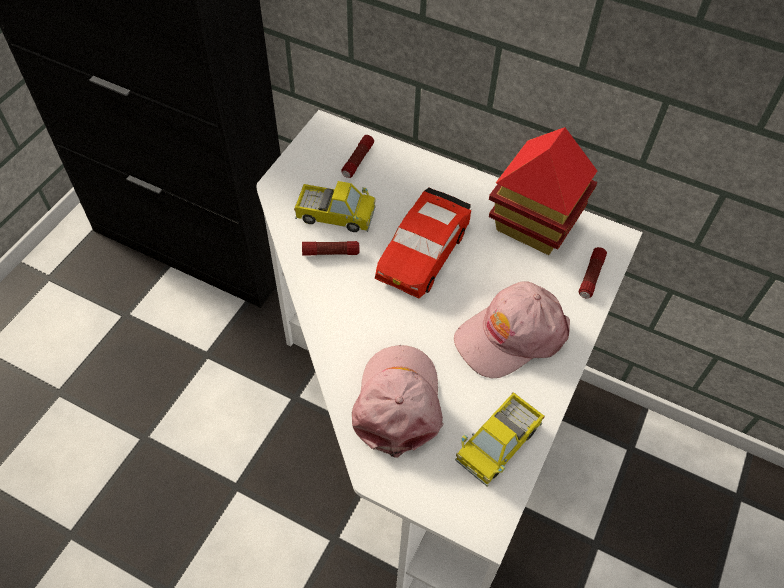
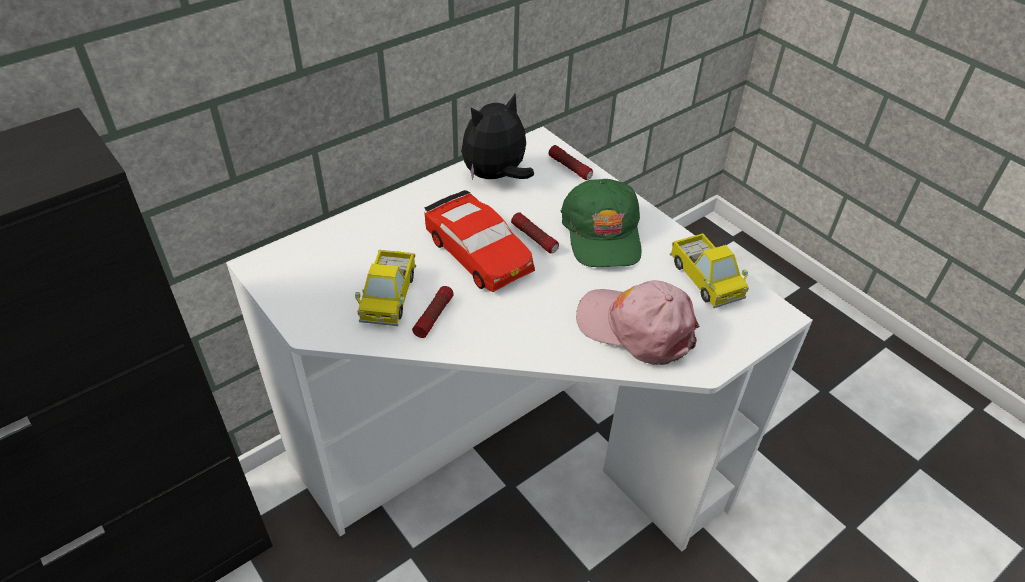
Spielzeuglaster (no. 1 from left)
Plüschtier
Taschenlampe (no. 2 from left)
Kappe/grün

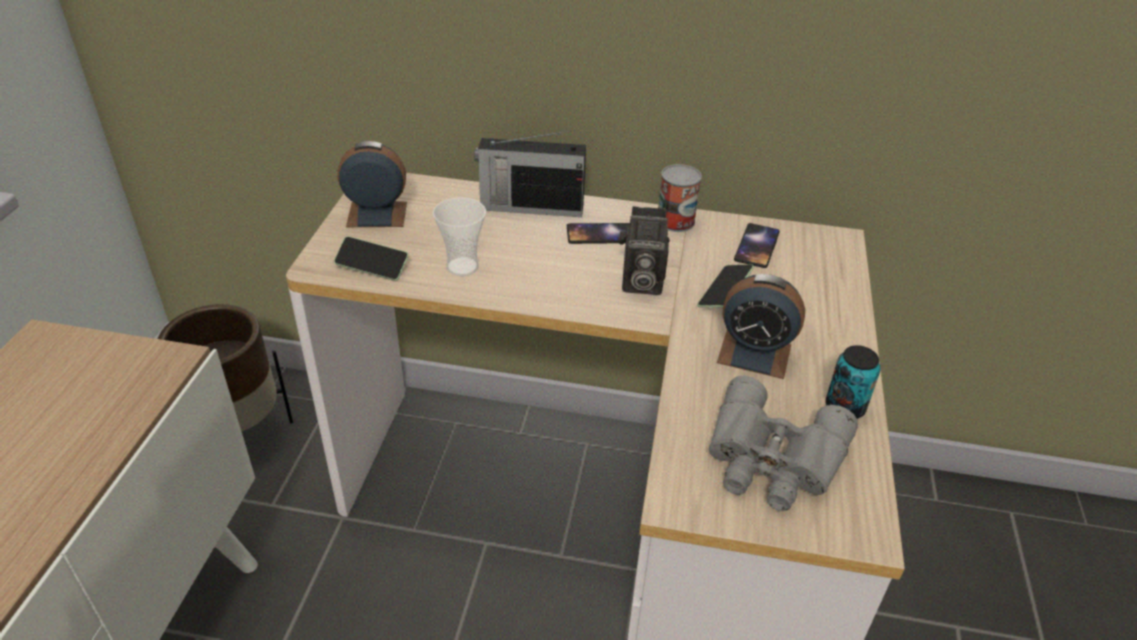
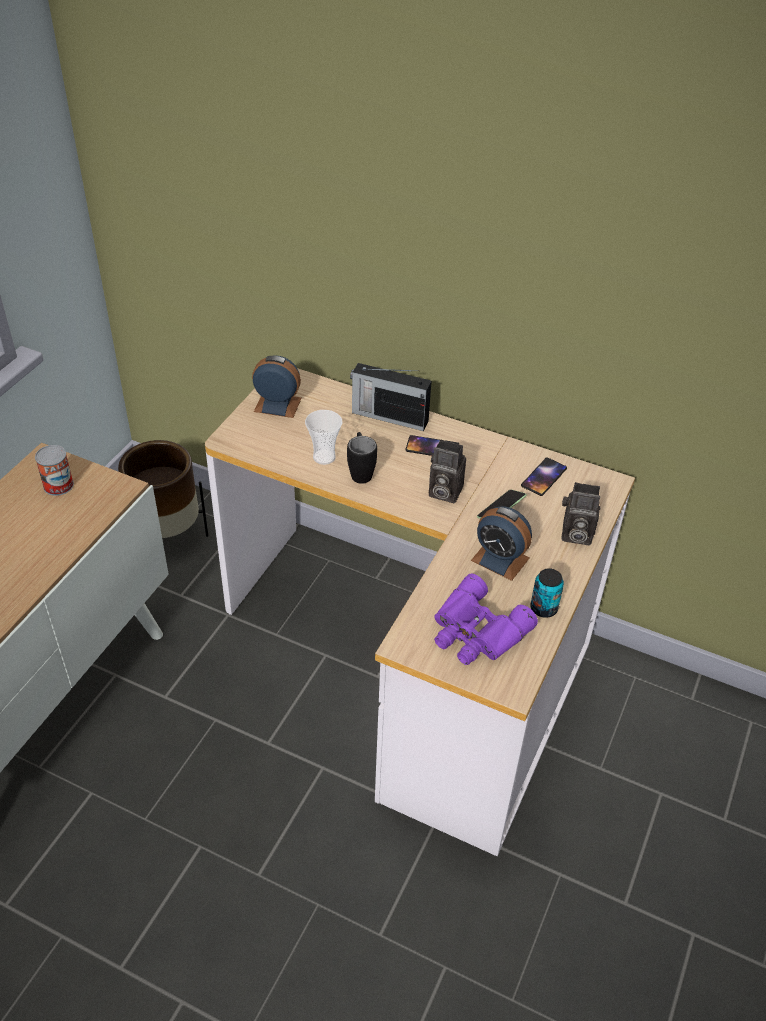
Dose (no. 1 from left)
Henkelbecher/schwarz
Fernglas/lila
Kamera (no. 2 from left)
Handy (no. 1 from left in the first image)

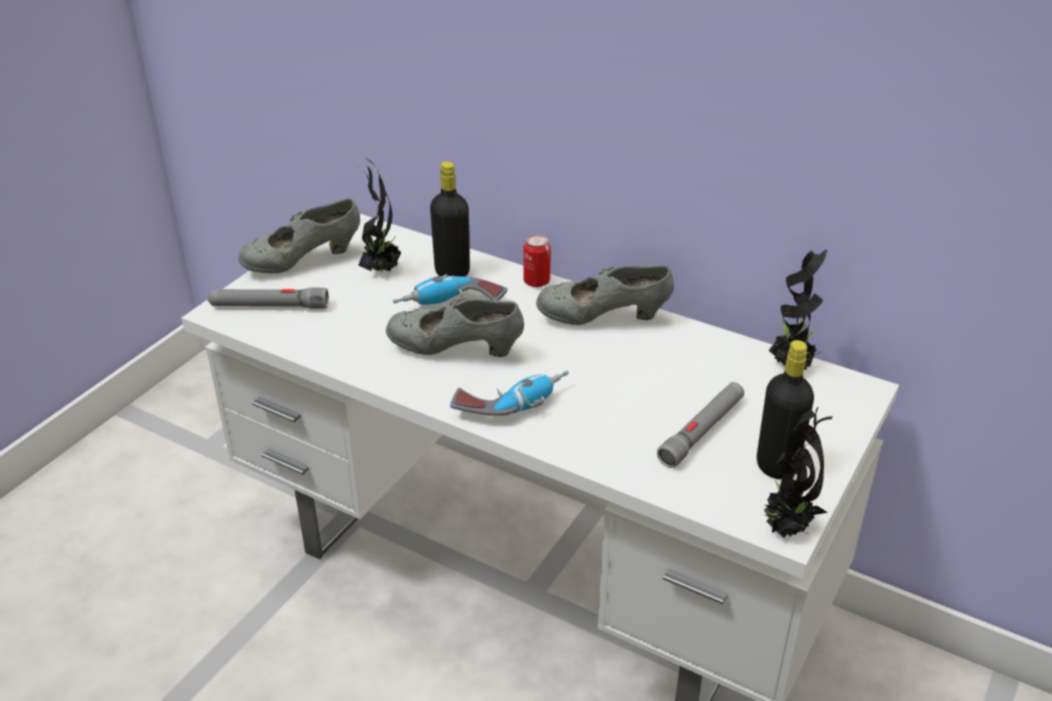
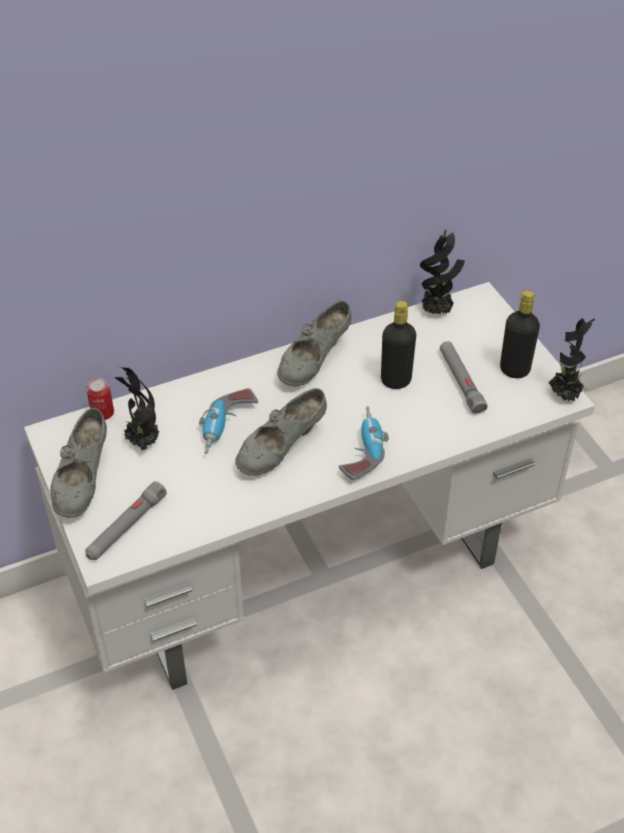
Dose
Flasche/schwarz (no. 1 from left)

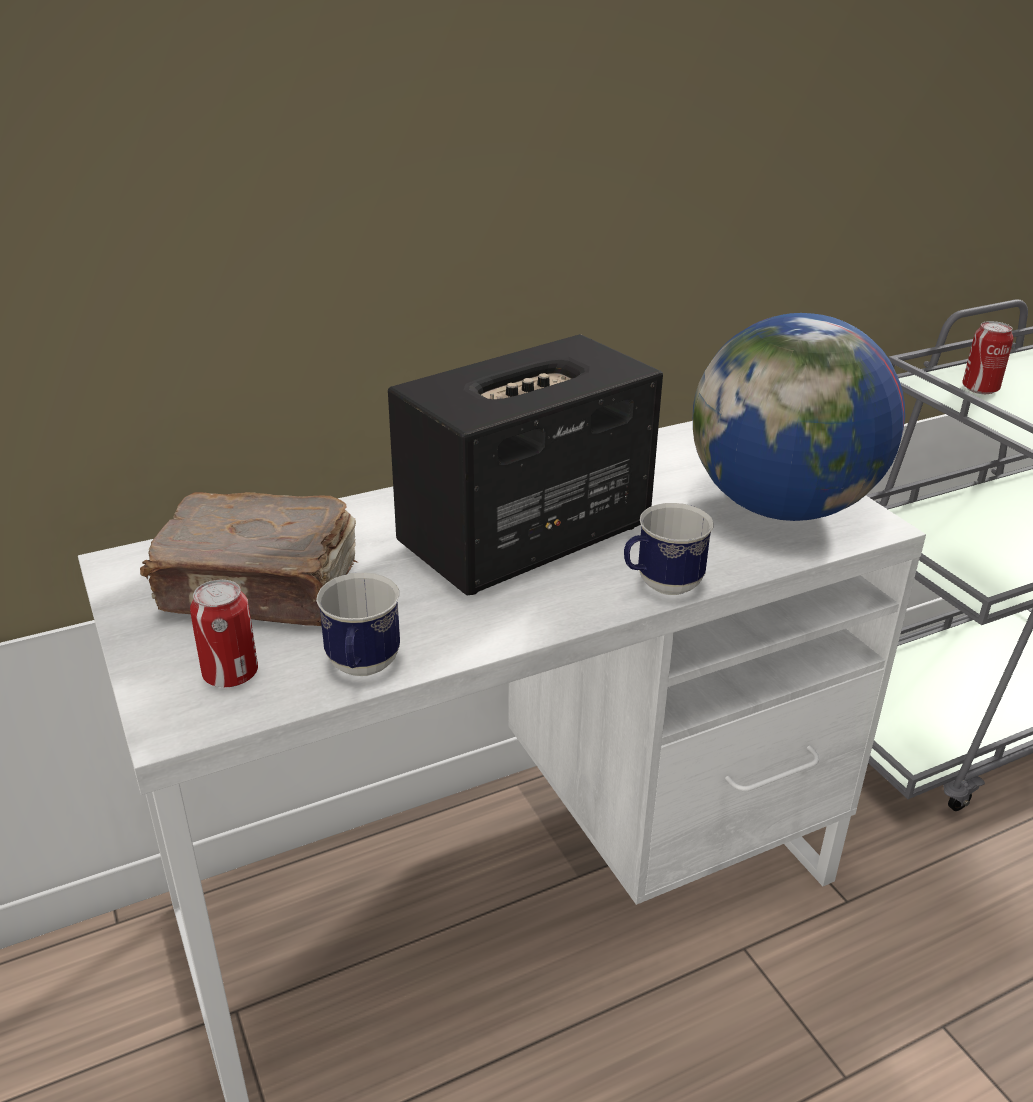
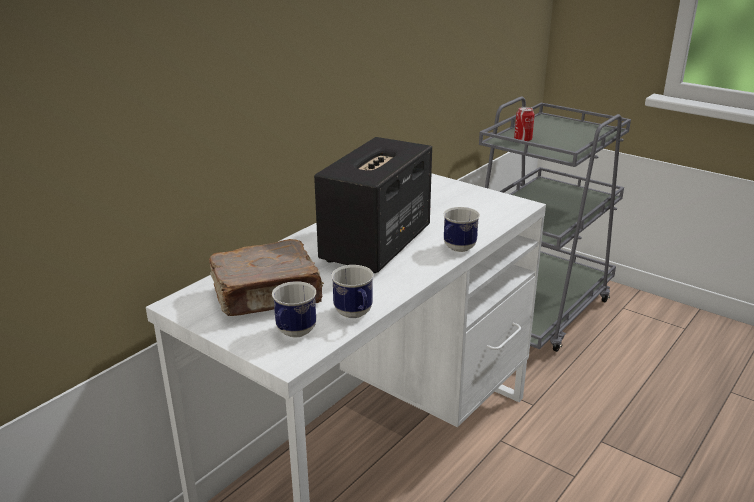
Henkelbecher (no. 1 from left)
Globus

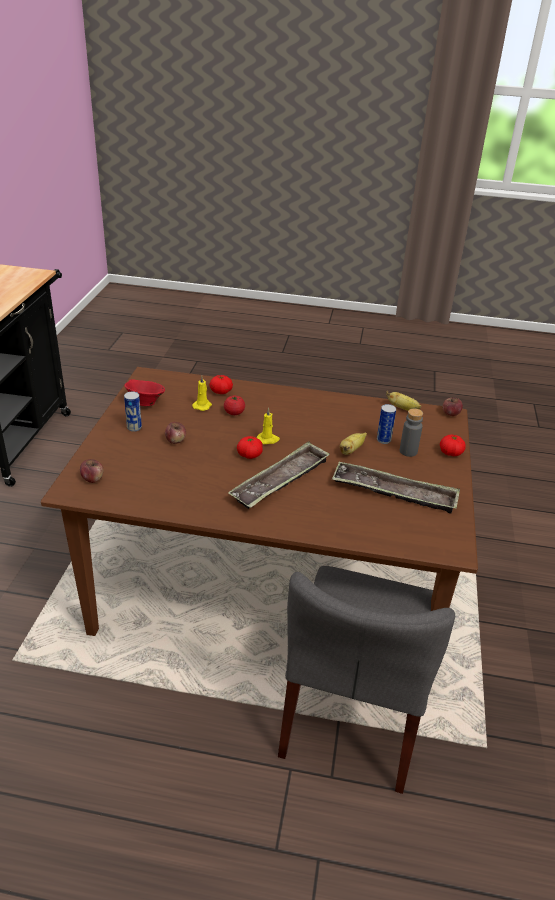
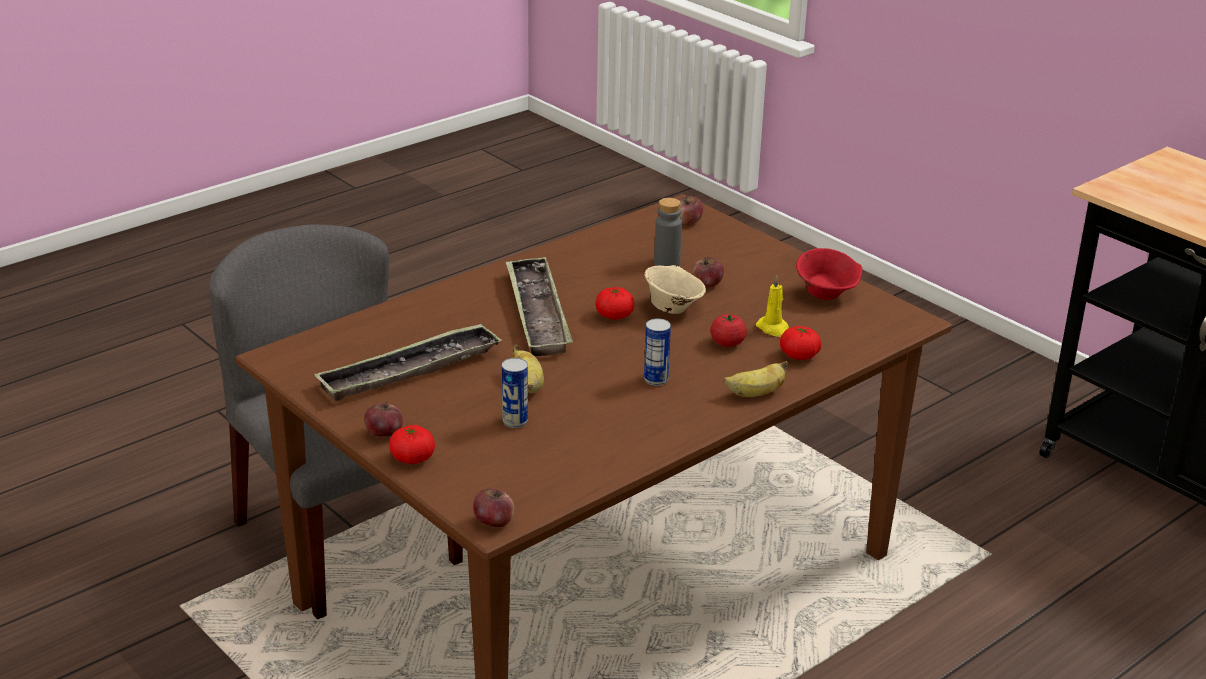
Apfel (no. 1 from left)
Dose (no. 2 from left)
Schüssel/beige
Flasche/grau
Banane (no. 2 from left)
Kerze/gelb (no. 2 from left in the first image)

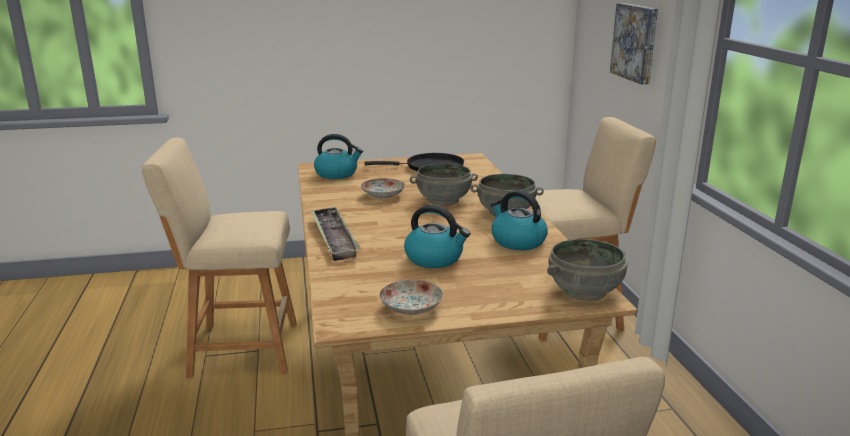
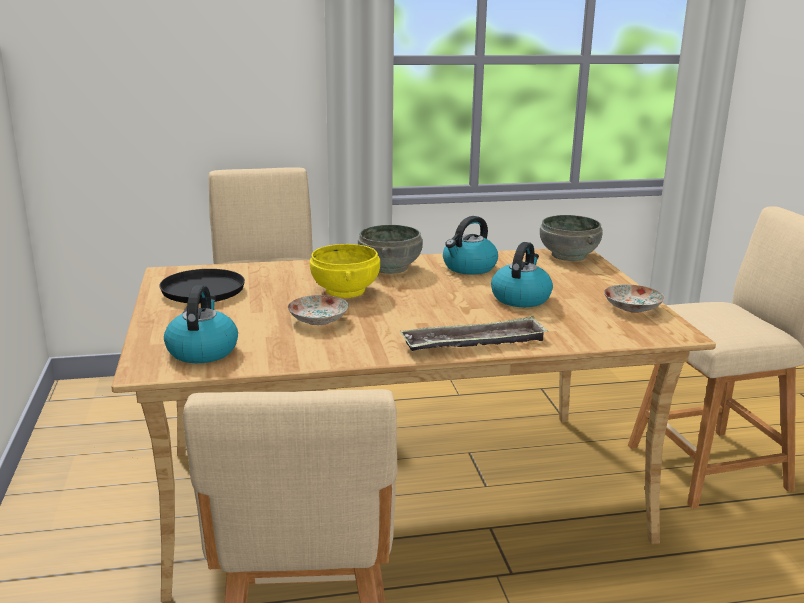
Schüssel/gelb
Bild

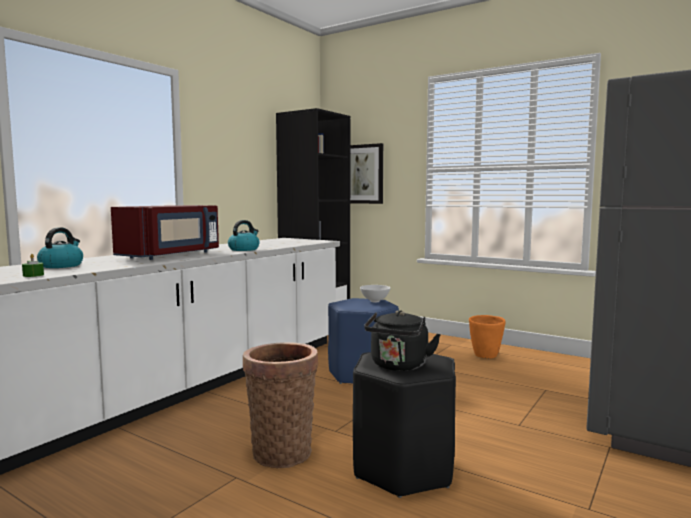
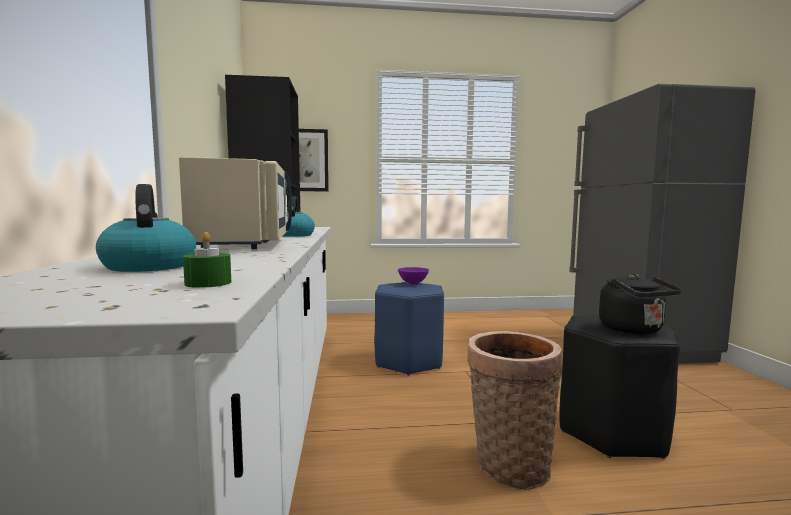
Mikrowelle/beige
Schüssel/lila
Pflanzkübel/orange

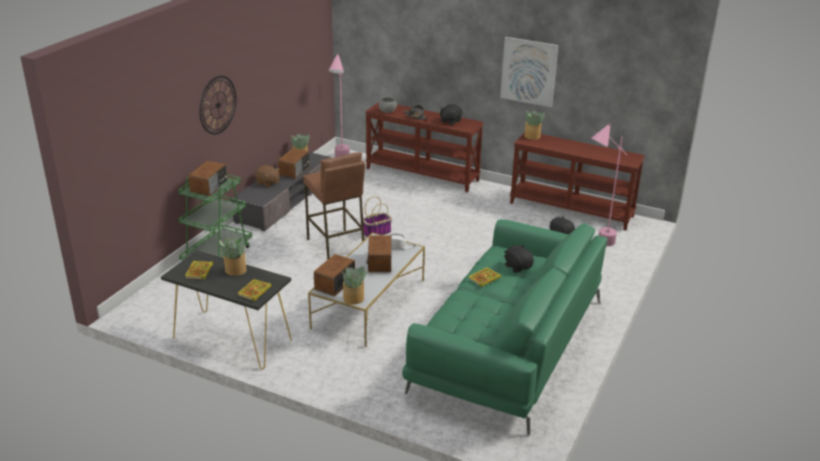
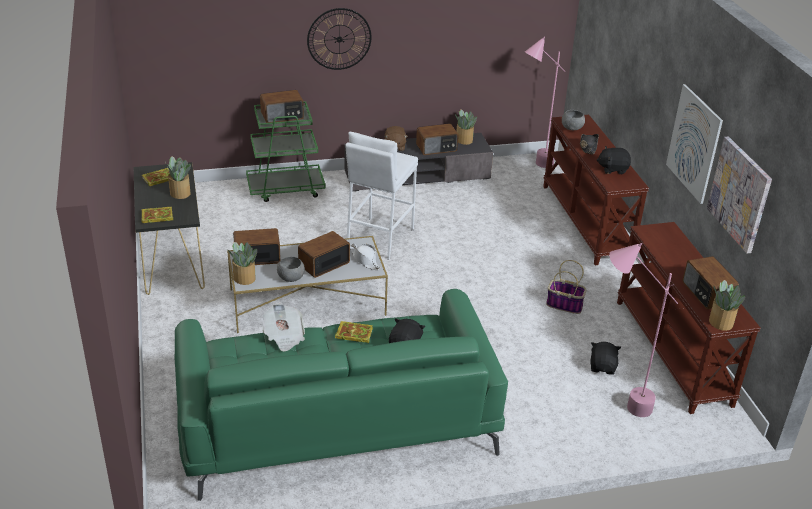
Zeitung
Schüssel/grau (no. 1 from left)
Hocker/weiß
Korb
Radio (no. 5 from left)
Bild (no. 2 from left)
Topfpflanze (no. 4 from left)

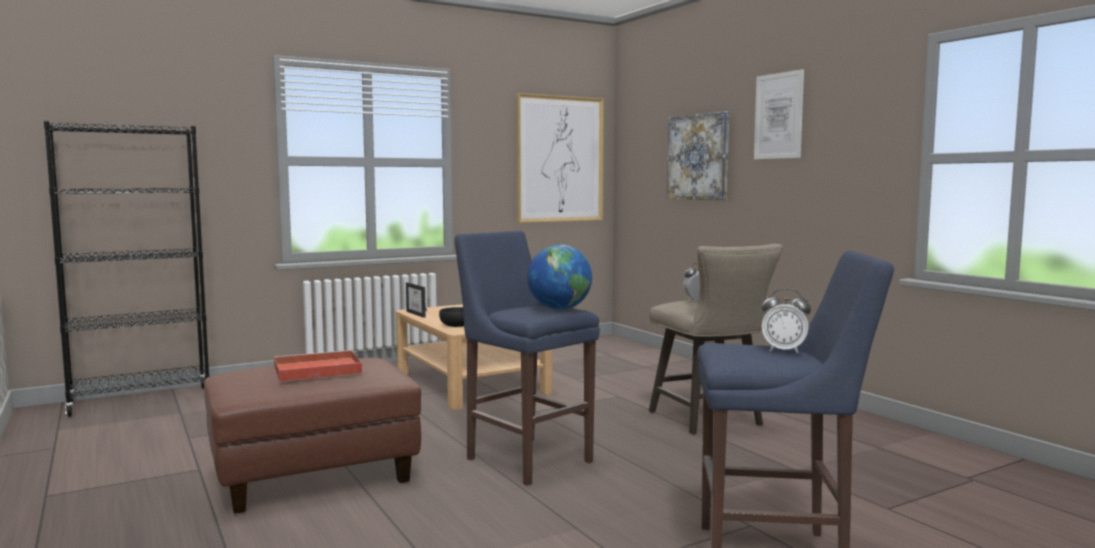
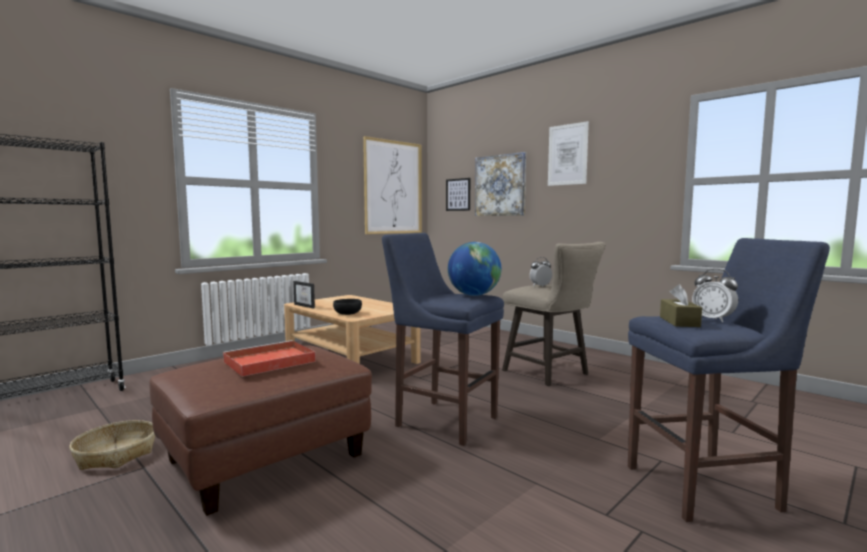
Korb
Bild (no. 2 from left)
Taschentuchbox/braun
Wecker (no. 2 from left)

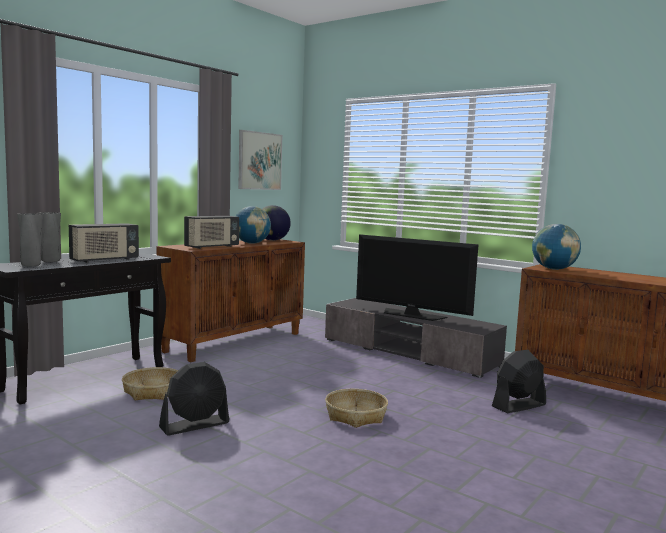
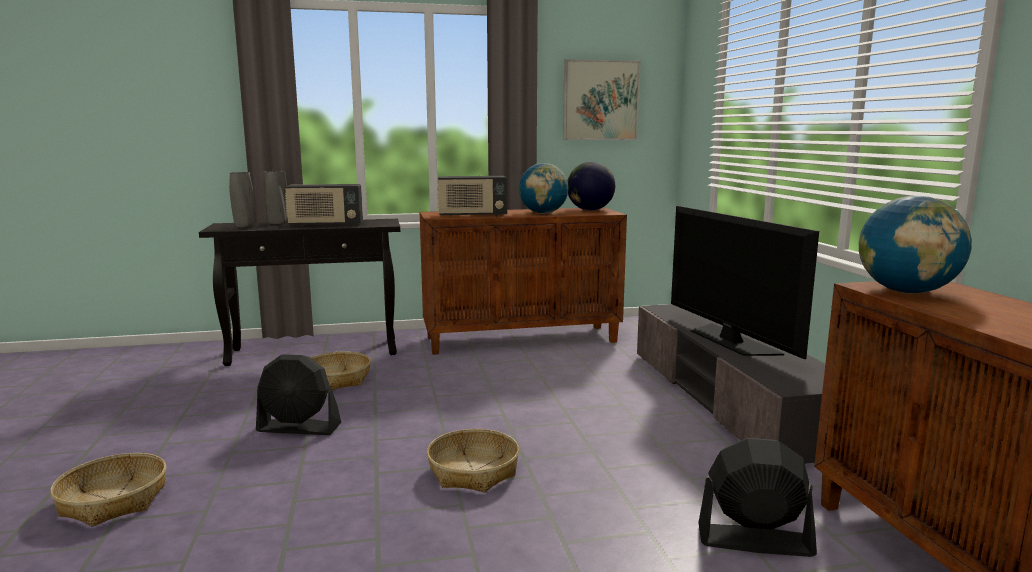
Korb (no. 1 from left)

